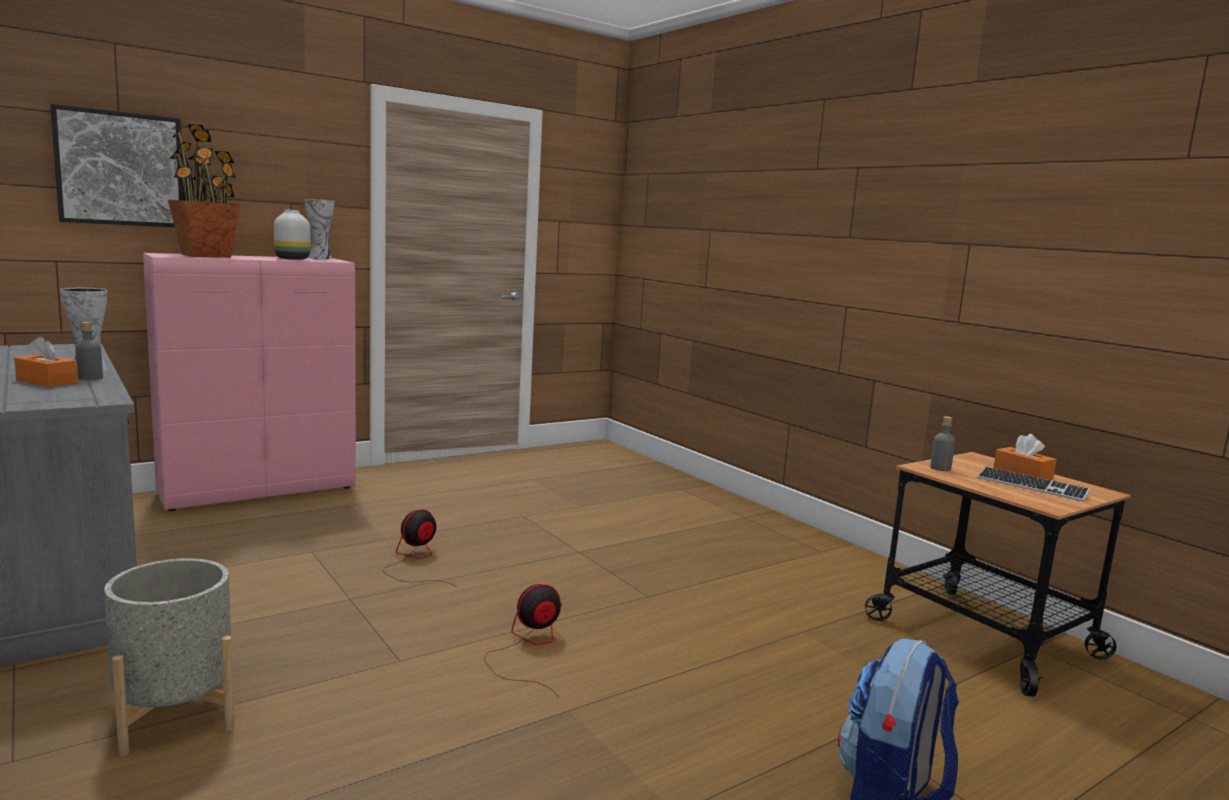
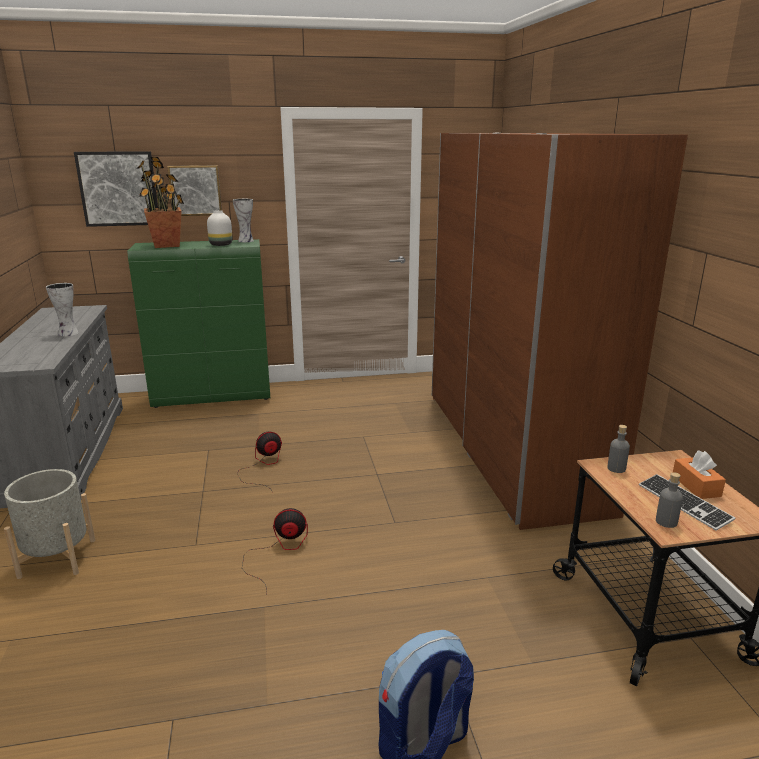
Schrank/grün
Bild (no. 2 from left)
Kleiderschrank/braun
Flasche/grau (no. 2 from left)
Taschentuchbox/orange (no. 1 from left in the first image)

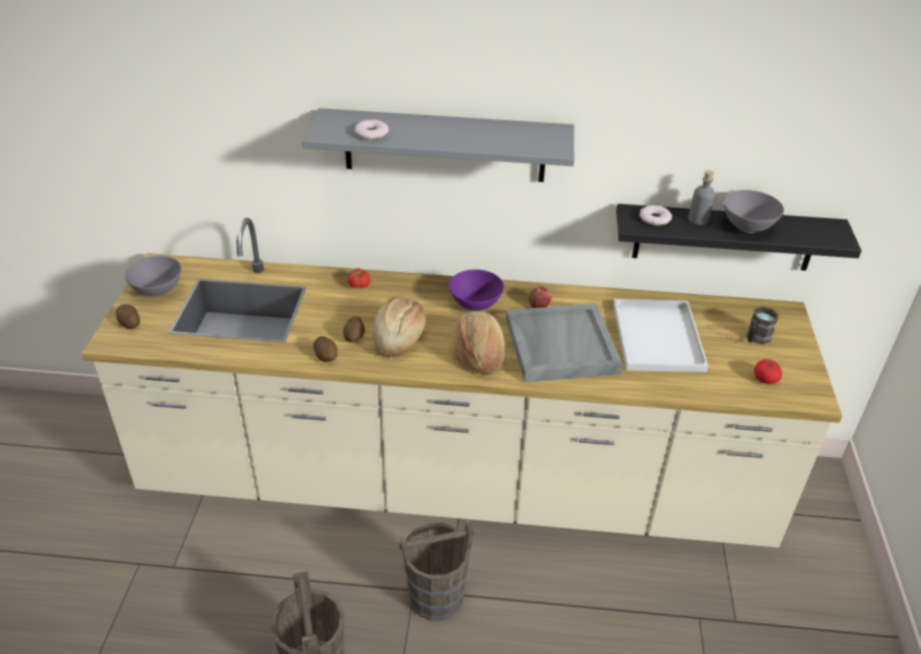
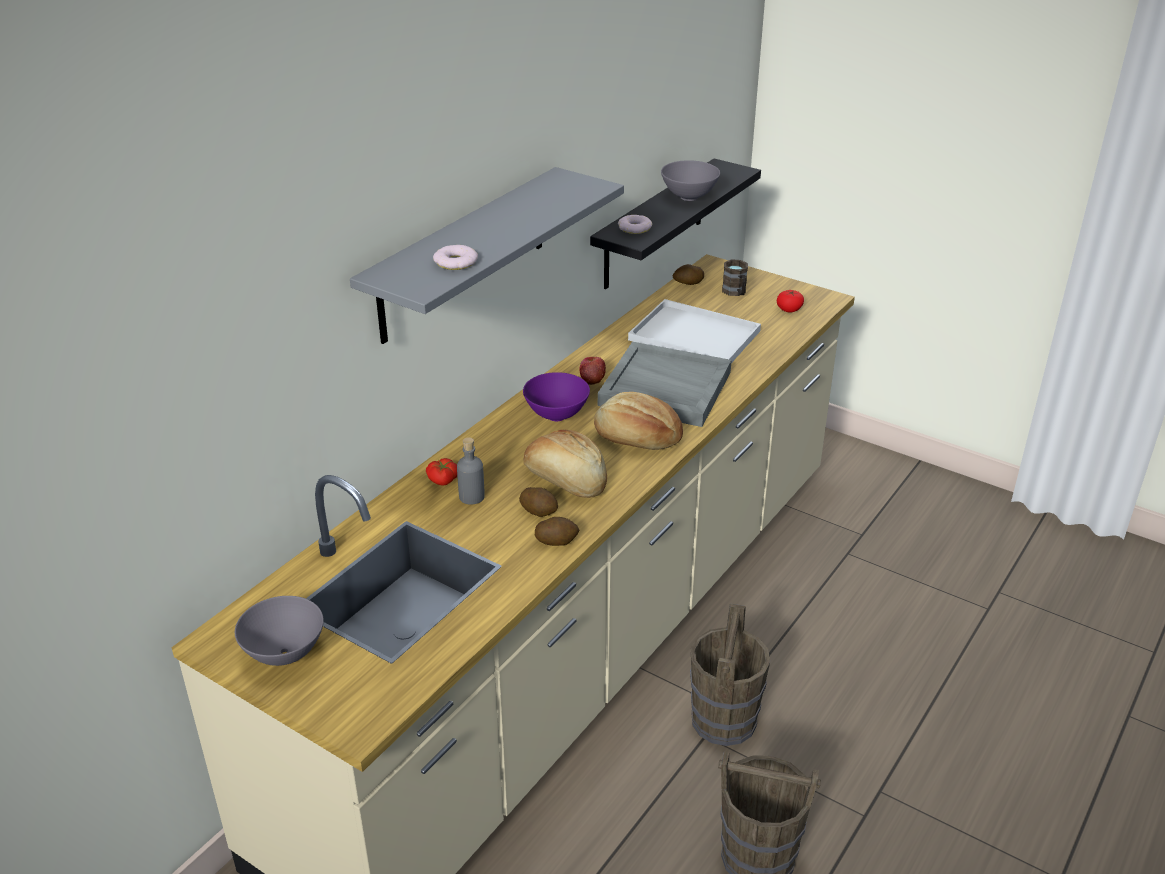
Flasche/grau
Kartoffel (no. 3 from left)

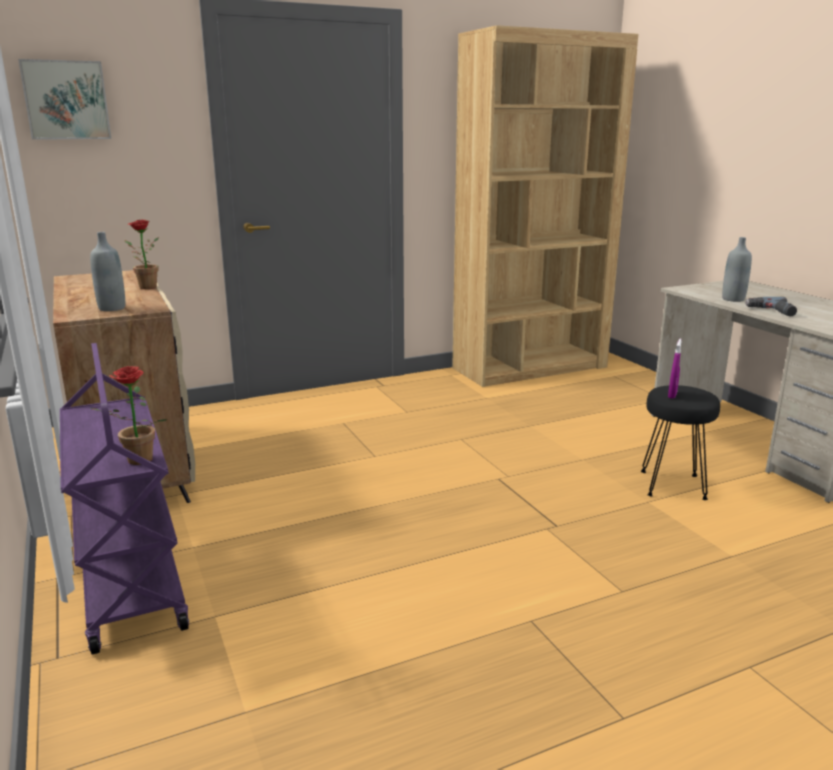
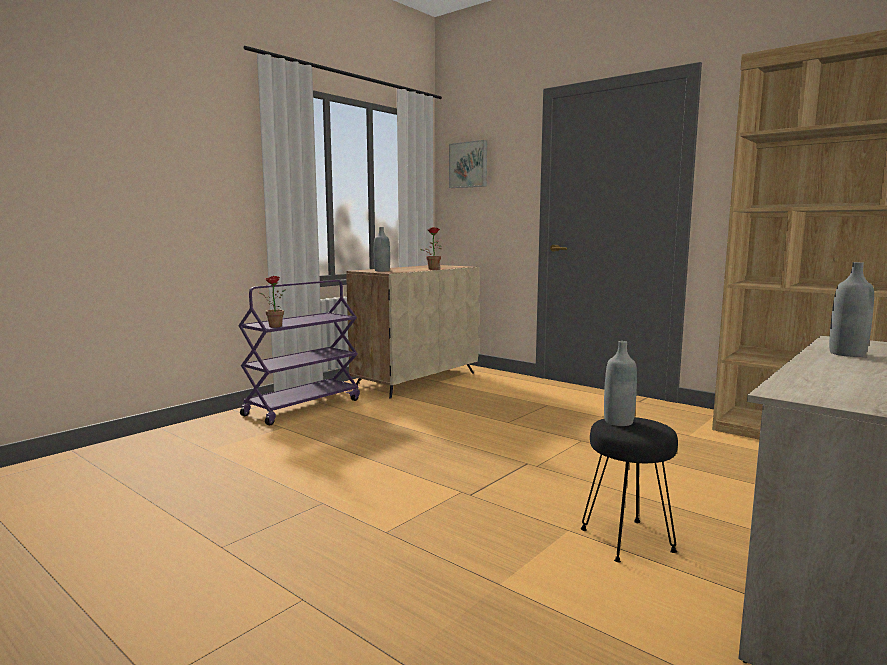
Flasche/grau (no. 2 from left)
Bohrmaschine

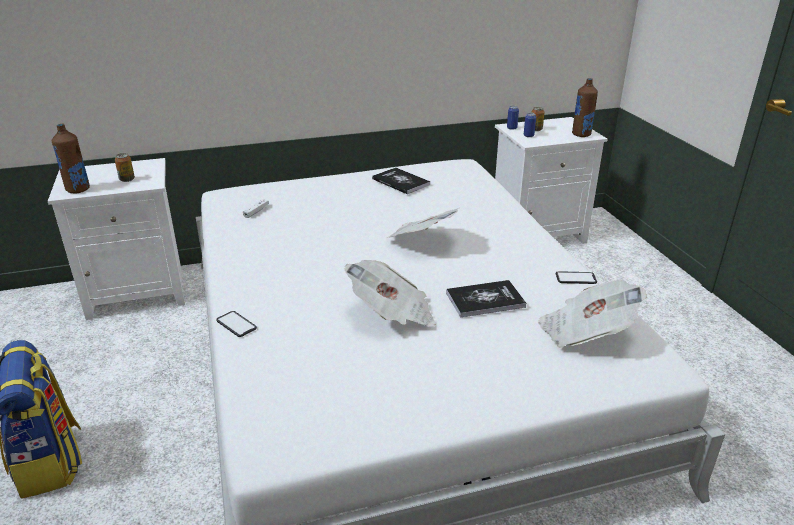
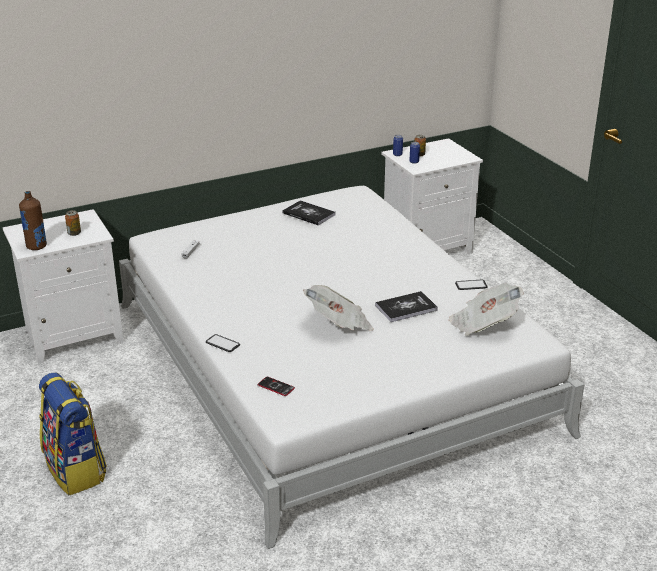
Handy (no. 2 from left)
Zeitung (no. 2 from left in the first image)
Flasche/braun (no. 2 from left in the first image)

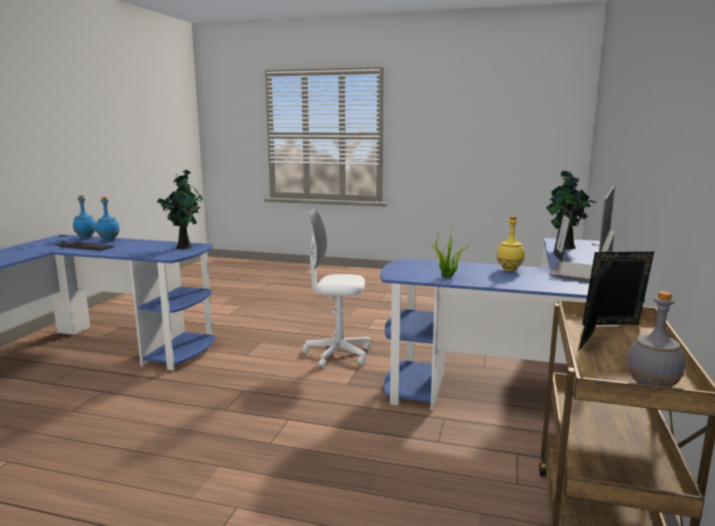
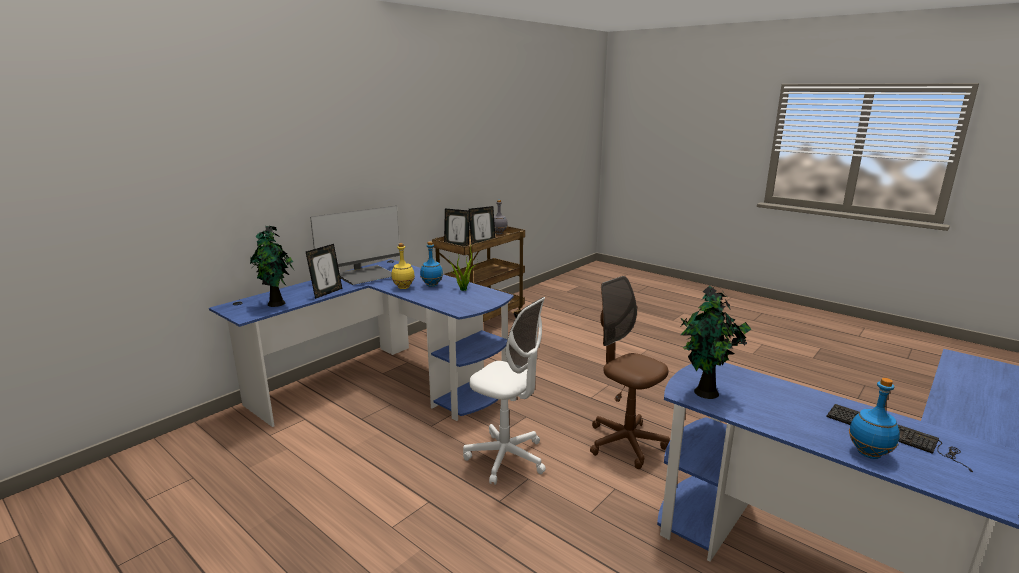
Flasche/blau (no. 1 from left)
Bürostuhl/braun

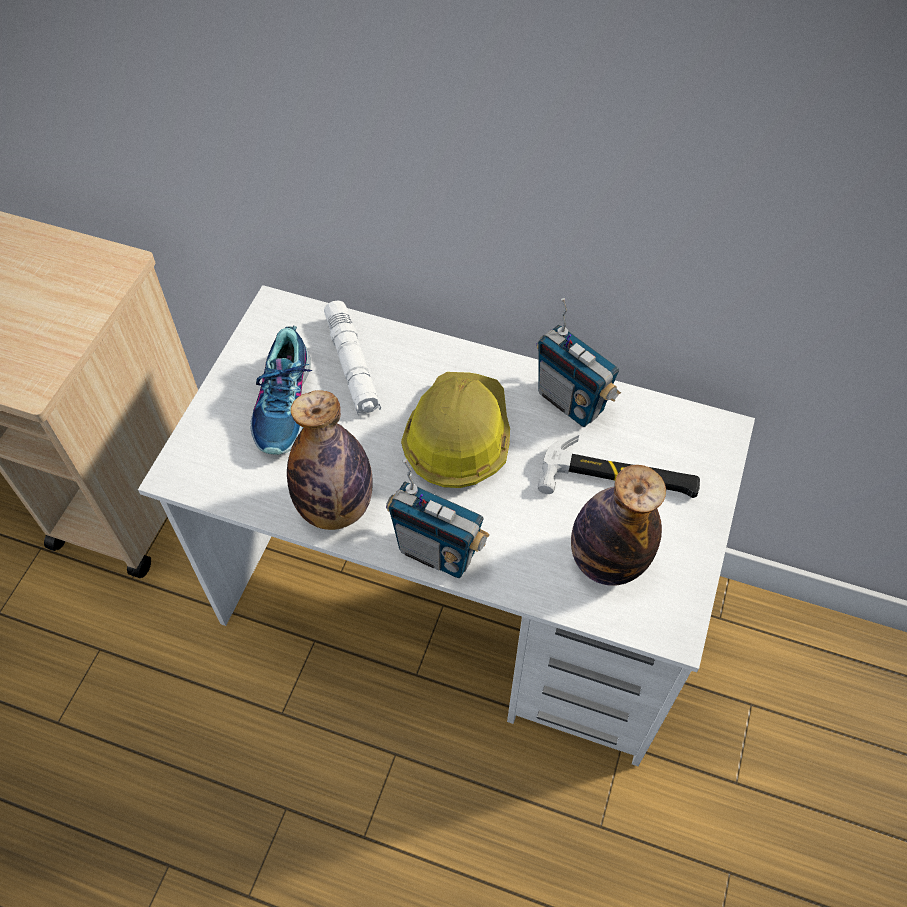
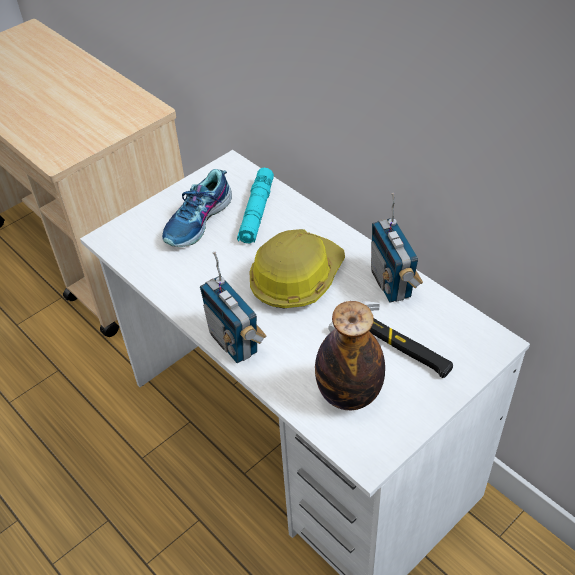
Taschenlampe/türkis
Flasche (no. 1 from left in the first image)

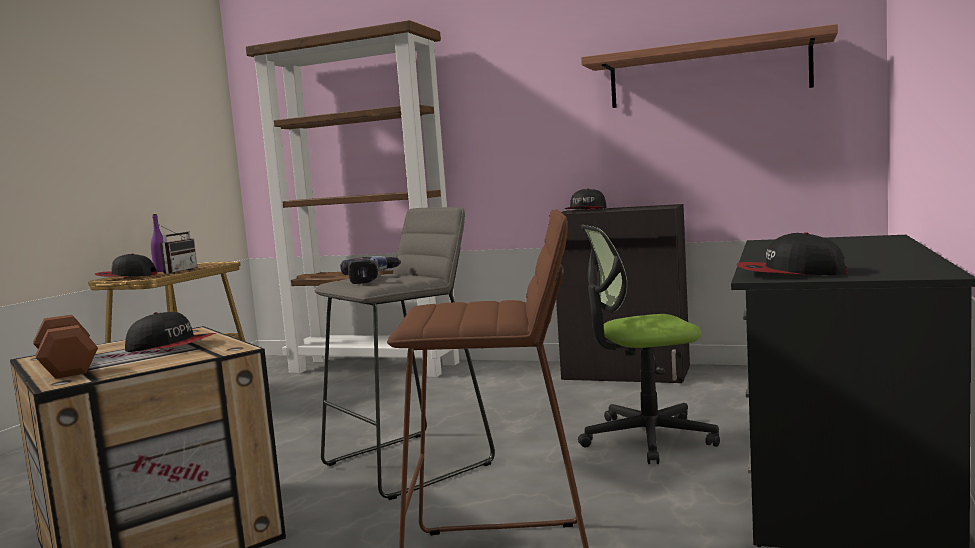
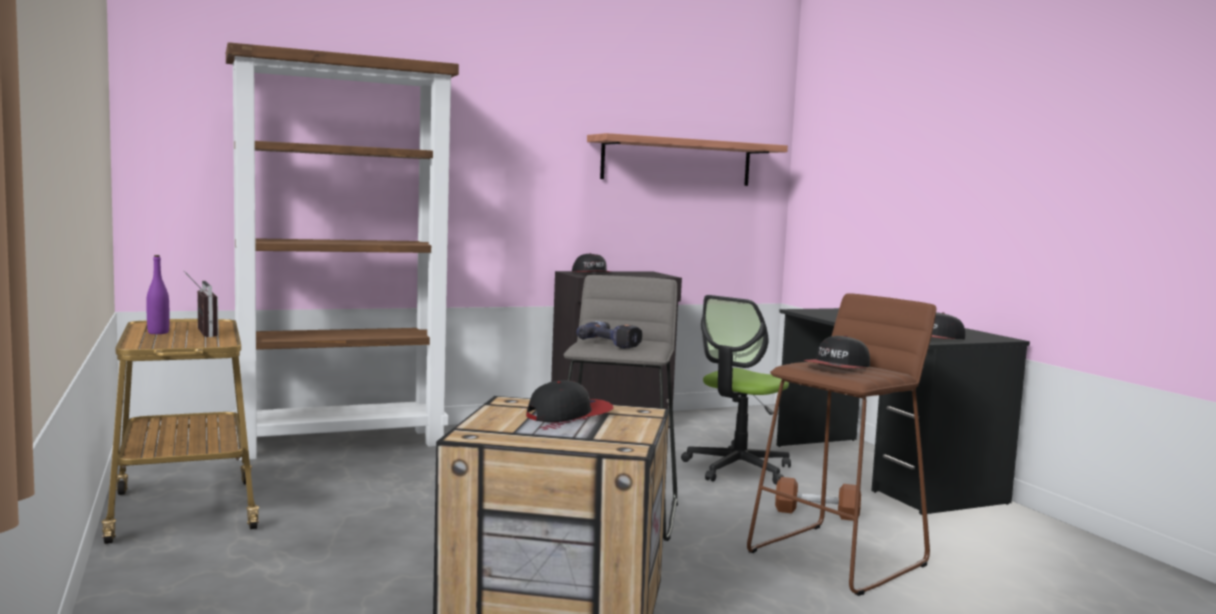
Hantel/braun
Kappe (no. 3 from left)

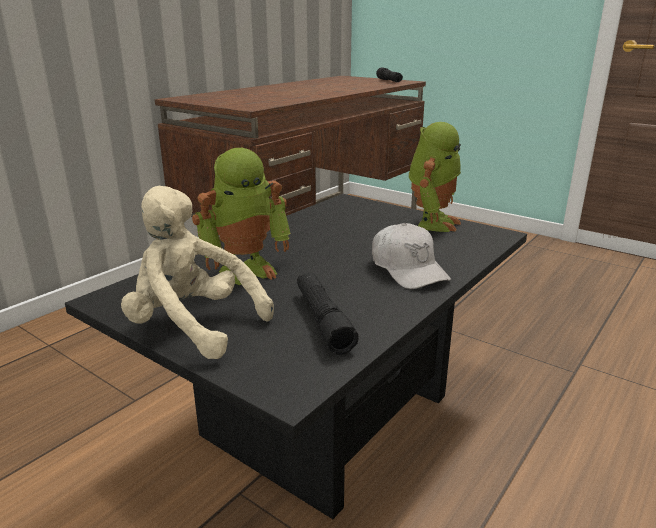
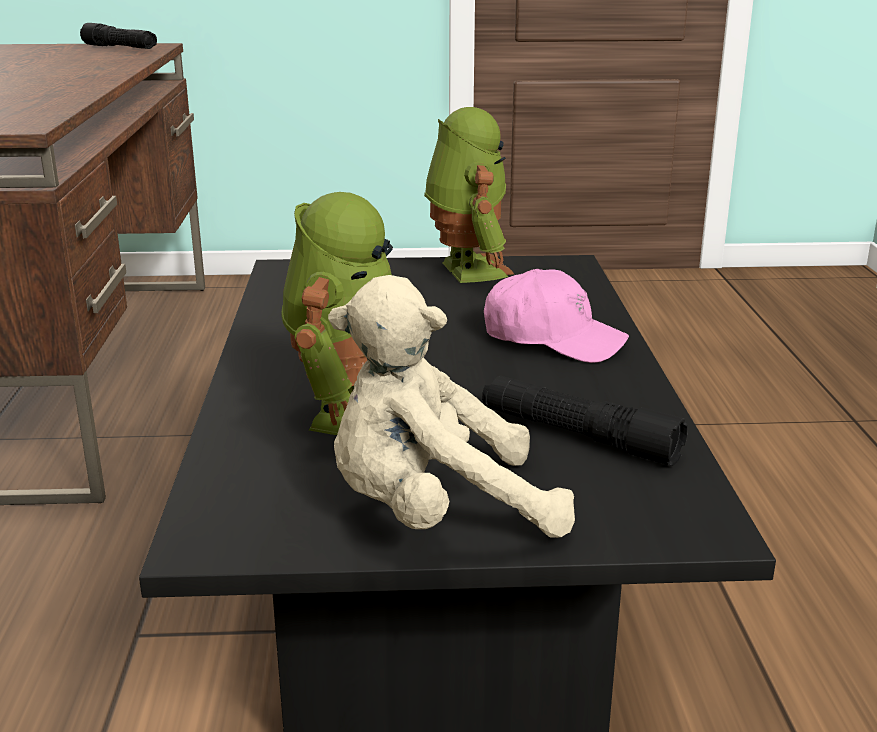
Kappe/rosa

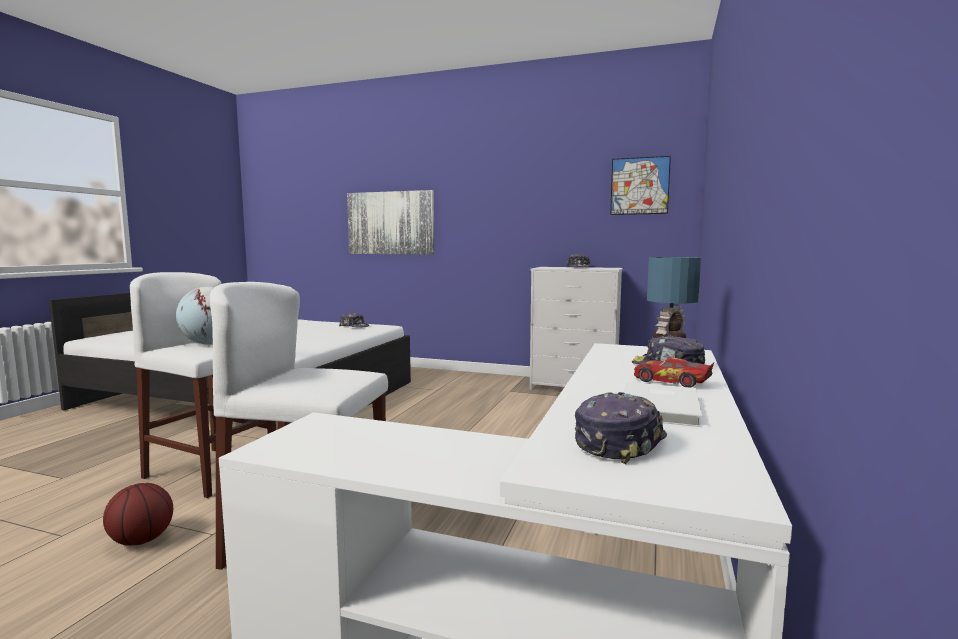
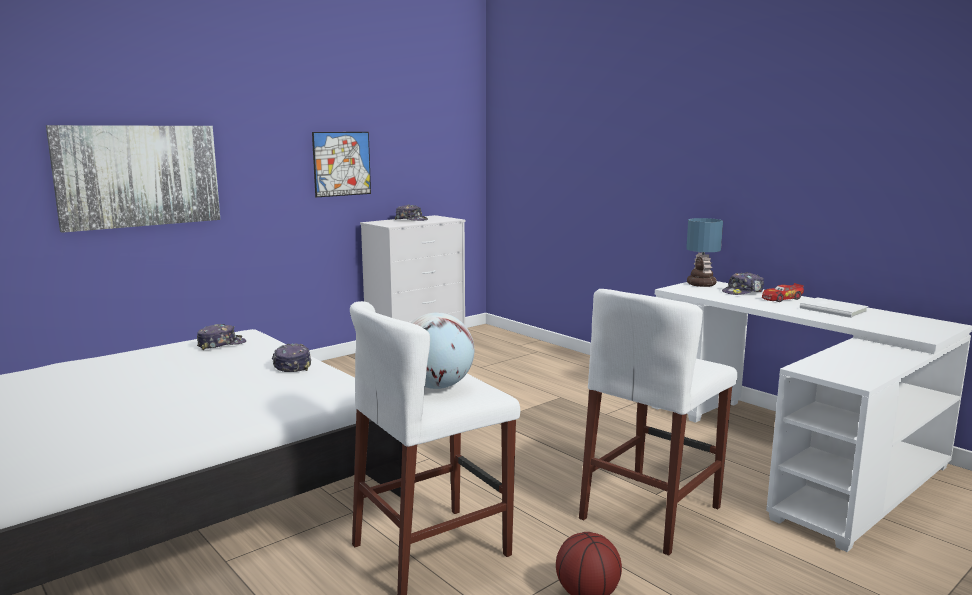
Kappe (no. 2 from left)
Bild (no. 2 from left)

